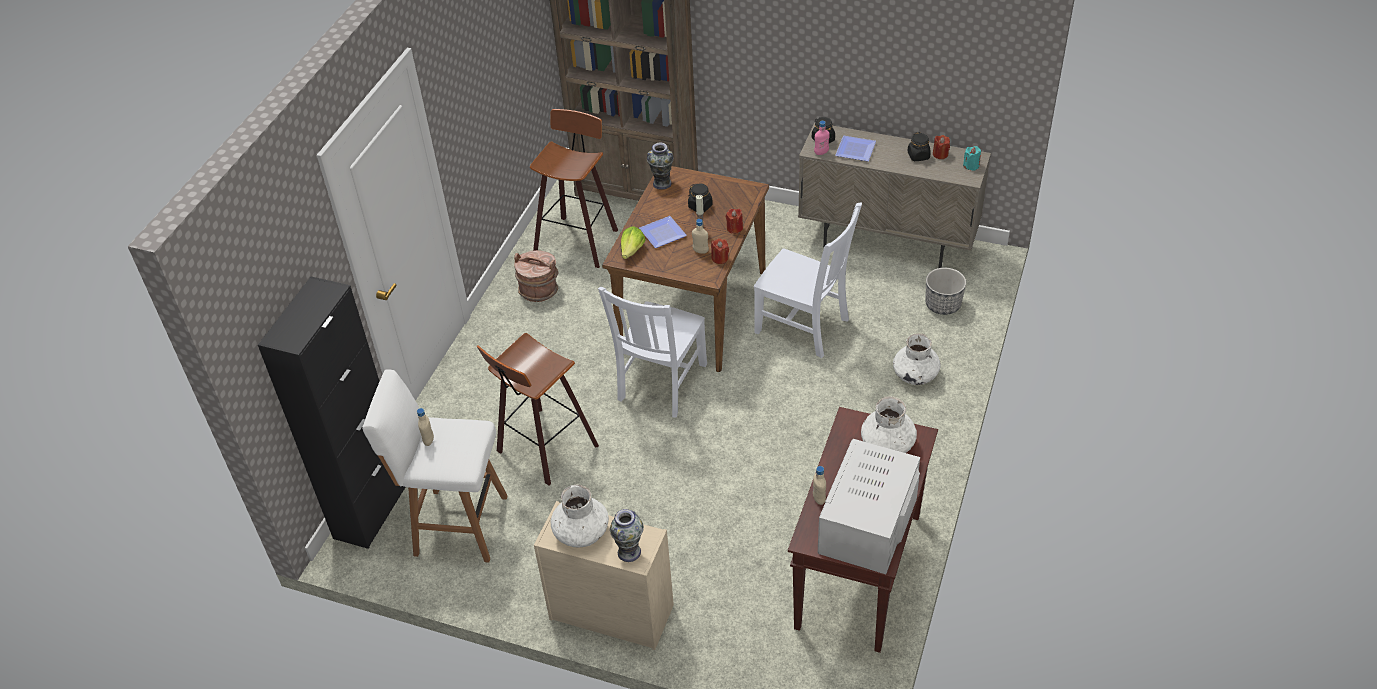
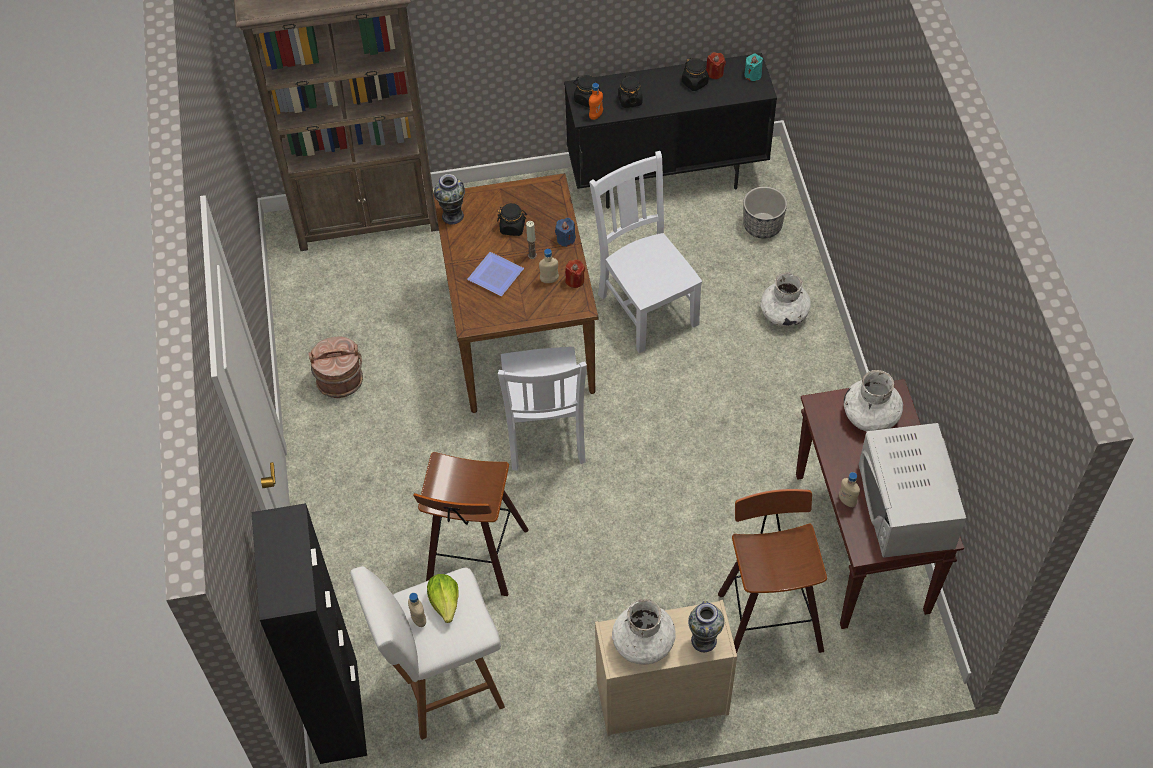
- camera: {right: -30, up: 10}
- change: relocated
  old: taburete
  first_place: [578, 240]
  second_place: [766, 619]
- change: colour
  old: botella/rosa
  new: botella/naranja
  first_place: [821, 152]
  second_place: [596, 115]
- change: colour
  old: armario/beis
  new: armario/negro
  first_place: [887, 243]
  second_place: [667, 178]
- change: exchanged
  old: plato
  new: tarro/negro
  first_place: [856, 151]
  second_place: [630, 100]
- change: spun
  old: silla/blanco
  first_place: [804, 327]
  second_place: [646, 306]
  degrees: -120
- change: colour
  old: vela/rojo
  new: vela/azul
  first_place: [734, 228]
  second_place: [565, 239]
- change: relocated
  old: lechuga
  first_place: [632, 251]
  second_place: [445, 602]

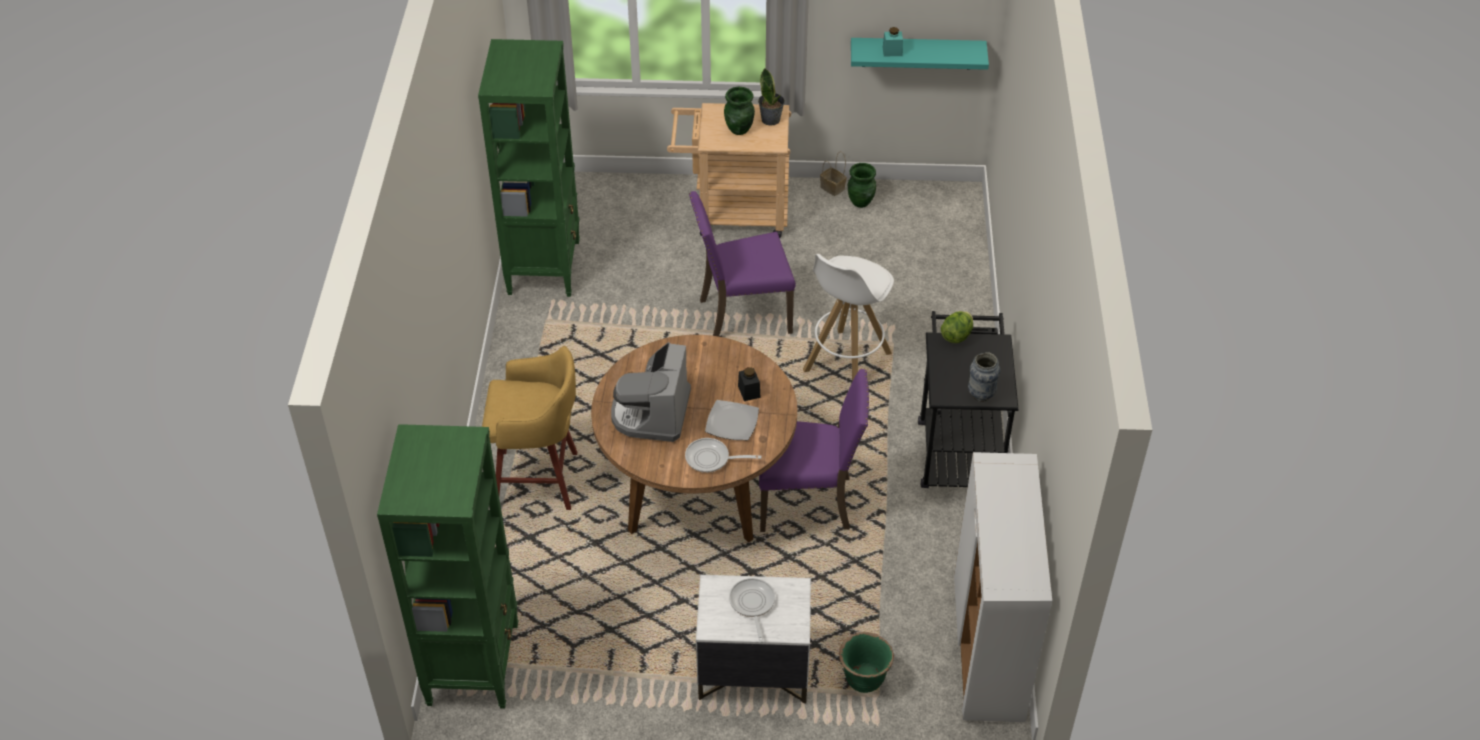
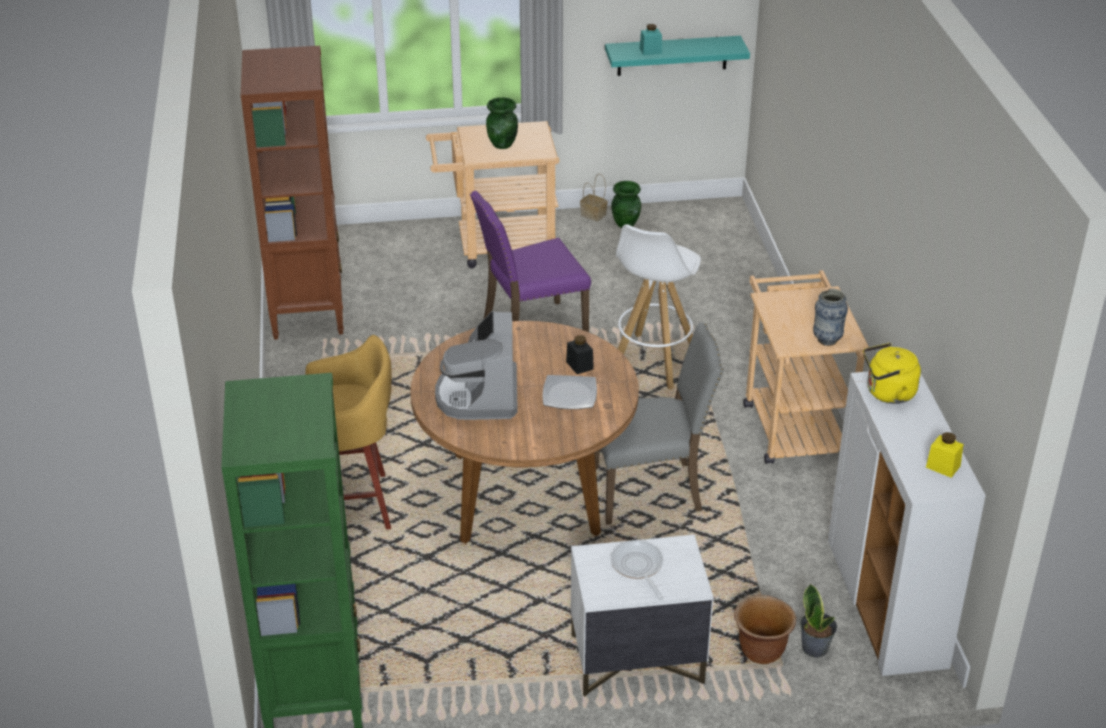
- camera: {right: -10, up: -10}
- change: colour
  old: estantería/verde
  new: estantería/marrón
  first_place: [544, 267]
  second_place: [308, 311]
- change: relocated
  old: planta en maceta
  first_place: [771, 119]
  second_place: [815, 647]
- change: colour
  old: carrito/negro
  new: carrito/beis
  first_place: [958, 447]
  second_place: [792, 423]
- change: missing
  old: lechuga
  first_place: [956, 336]
- change: colour
  old: silla/morado
  new: silla/gris
  first_place: [808, 502]
  second_place: [650, 491]
- change: missing
  old: sartén
  first_place: [711, 459]
- change: colour
  old: maceta/verde
  new: maceta/marrón
  first_place: [863, 679]
  second_place: [761, 651]
- change: appeared
  new: hervidor/amarillo
  second_place: [887, 393]
- change: appeared
  new: tarro/amarillo
  second_place: [943, 466]

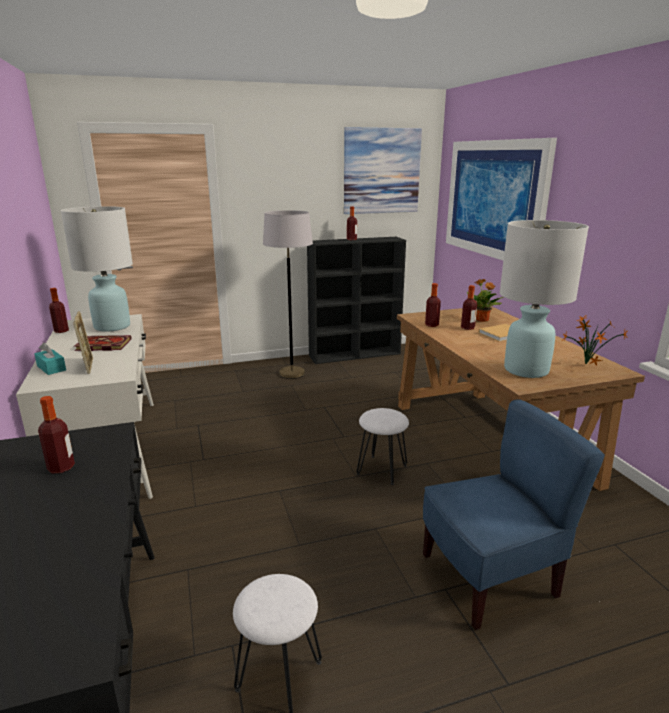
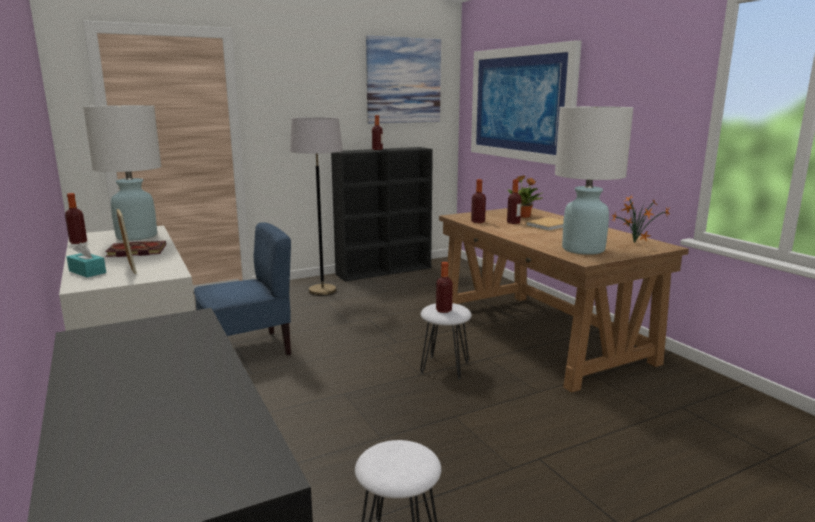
- camera: {right: -10, up: -5}
- change: relocated
  old: botella
  first_place: [61, 467]
  second_place: [443, 310]
- change: relocated
  old: silla/azul
  first_place: [490, 578]
  second_place: [247, 350]

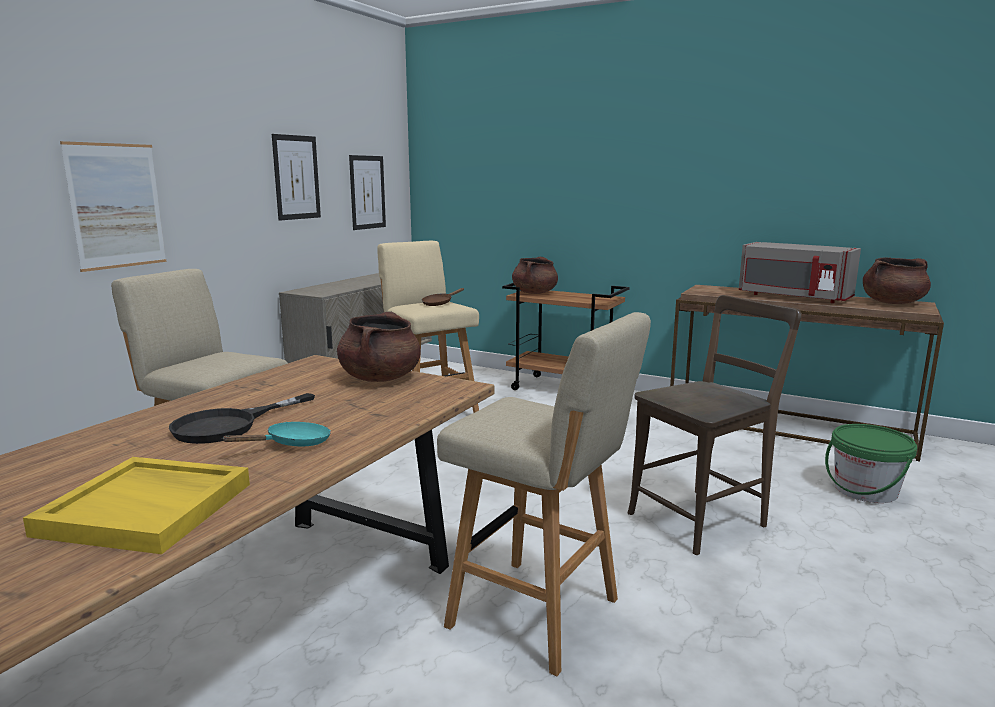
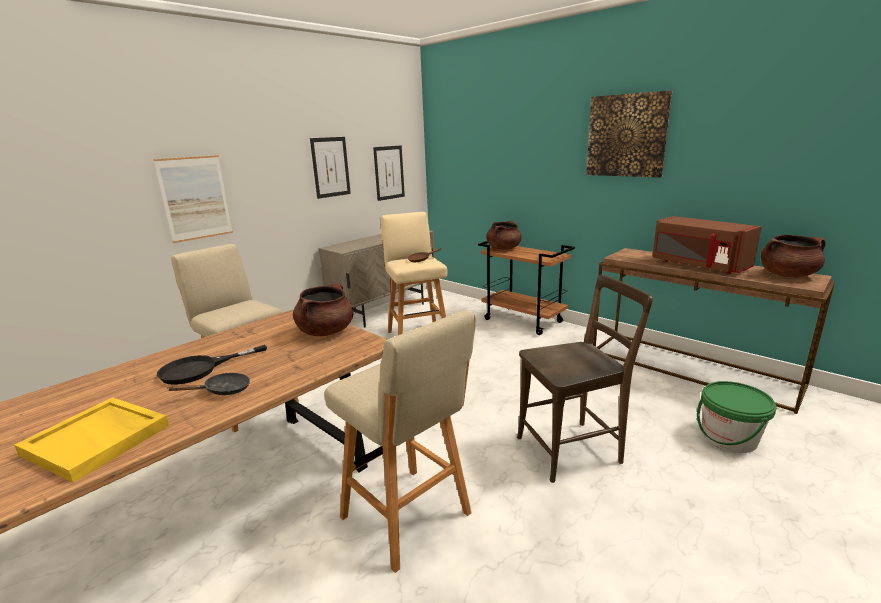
- camera: {right: 15, up: 5}
- change: colour
  old: microondas/gris
  new: microondas/marrón
  first_place: [793, 297]
  second_place: [698, 265]
- change: colour
  old: sartén/turquesa
  new: sartén/negro
  first_place: [292, 444]
  second_place: [223, 391]
- change: appeared
  new: cuadro
  second_place: [626, 135]

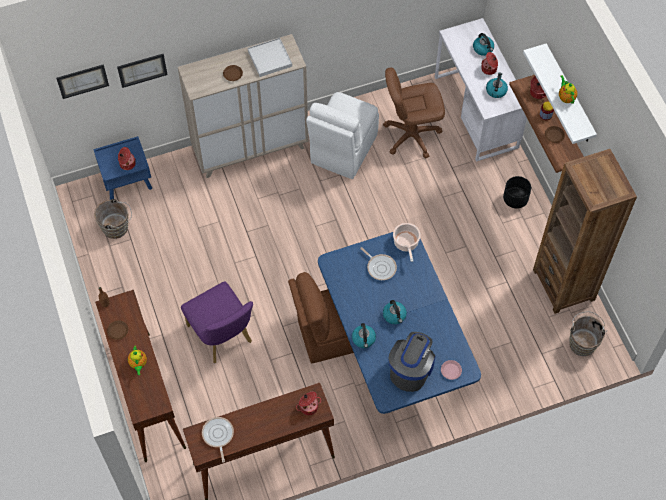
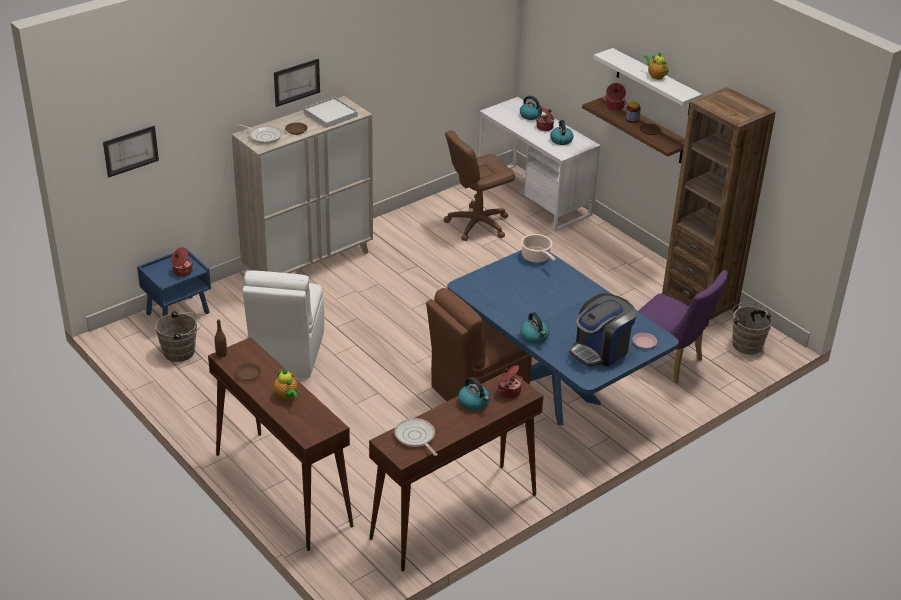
- camera: {right: -20, up: -25}
- change: relocated
  old: cuadro
  first_place: [142, 70]
  second_place: [296, 82]
- change: relocated
  old: silla/blanco
  first_place: [343, 150]
  second_place: [287, 354]
- change: missing
  old: maceta/negro
  first_place: [515, 199]
- change: relocated
  old: sartén
  first_place: [380, 267]
  second_place: [264, 136]
- change: relocated
  old: silla/morado
  first_place: [222, 337]
  second_place: [669, 362]
- change: relocated
  old: hervidor
  first_place: [394, 315]
  second_place: [474, 403]
- change: spun
  old: cafetera
  first_place: [411, 369]
  second_place: [600, 350]
  degrees: -135

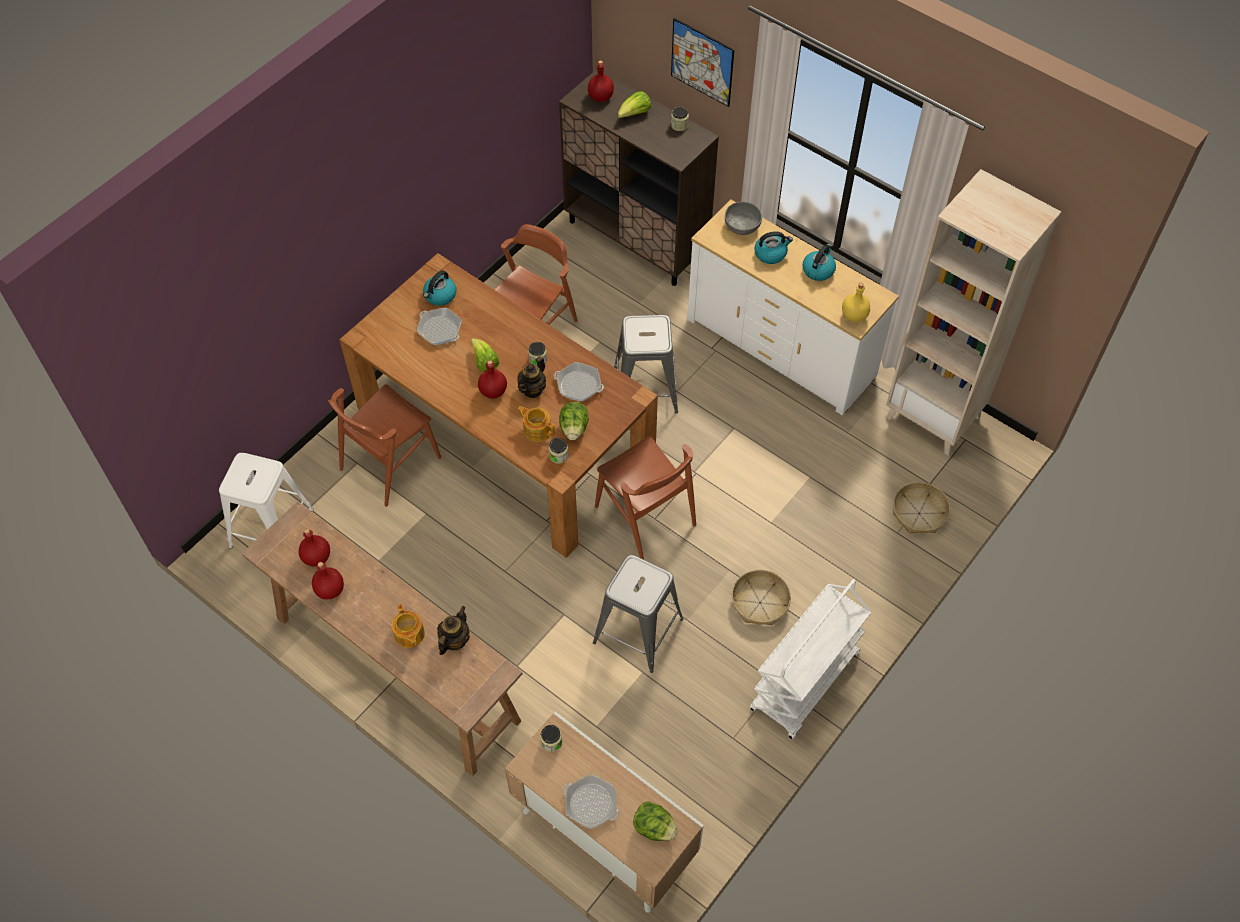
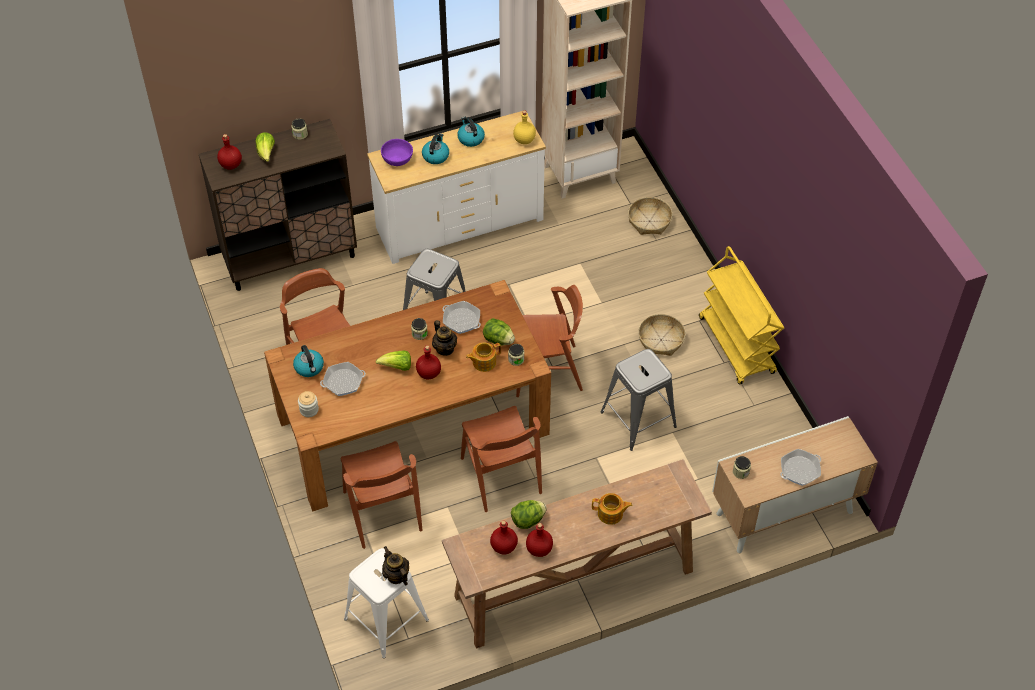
- camera: {right: -60, up: -5}
- change: missing
  old: cuadro
  first_place: [702, 62]
- change: colour
  old: cuenco/gris
  new: cuenco/morado
  first_place: [742, 226]
  second_place: [397, 158]
- change: spun
  old: sartén
  first_place: [579, 385]
  second_place: [461, 320]
  degrees: 75
- change: colour
  old: carrito/blanco
  new: carrito/amarillo
  first_place: [805, 683]
  second_place: [737, 346]
- change: relocated
  old: tetera
  first_place: [454, 640]
  second_place: [396, 576]
- change: relocated
  old: lechuga
  first_place: [654, 827]
  second_place: [528, 520]
- change: appeared
  new: tarro
  second_place: [309, 410]
- change: appeared
  new: silla/marrón
  second_place: [501, 475]

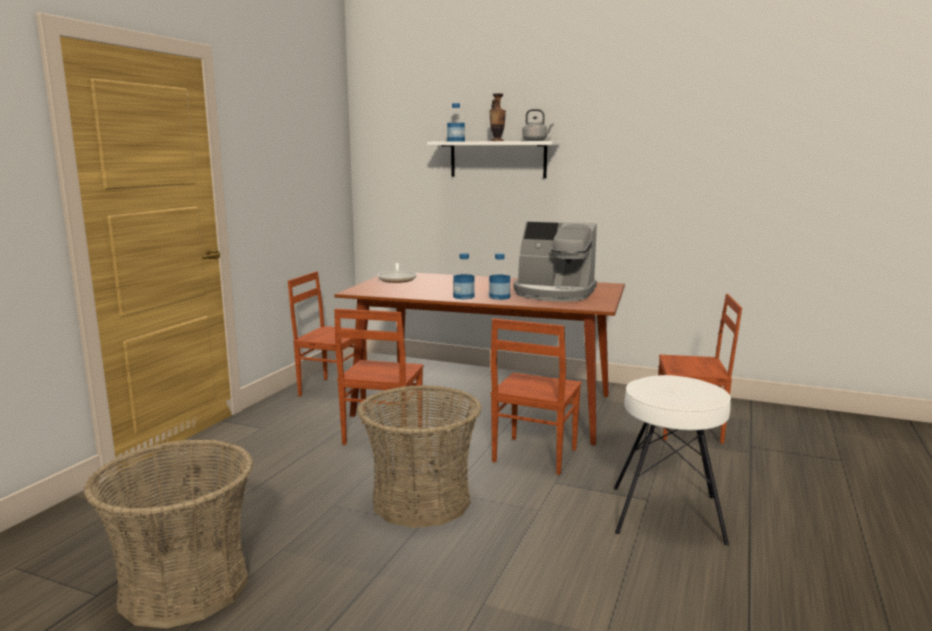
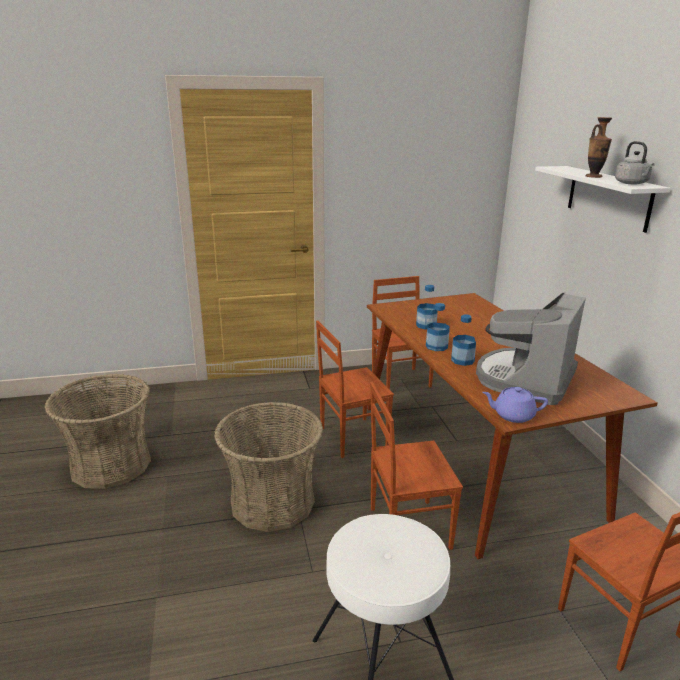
- camera: {right: 55, up: 10}
- change: relocated
  old: botella
  first_place: [456, 141]
  second_place: [426, 325]
- change: spun
  old: cafetera
  first_place: [554, 293]
  second_place: [525, 379]
  degrees: 45
- change: missing
  old: sartén
  first_place: [397, 279]
- change: appeared
  new: tetera/morado
  second_place: [512, 415]

